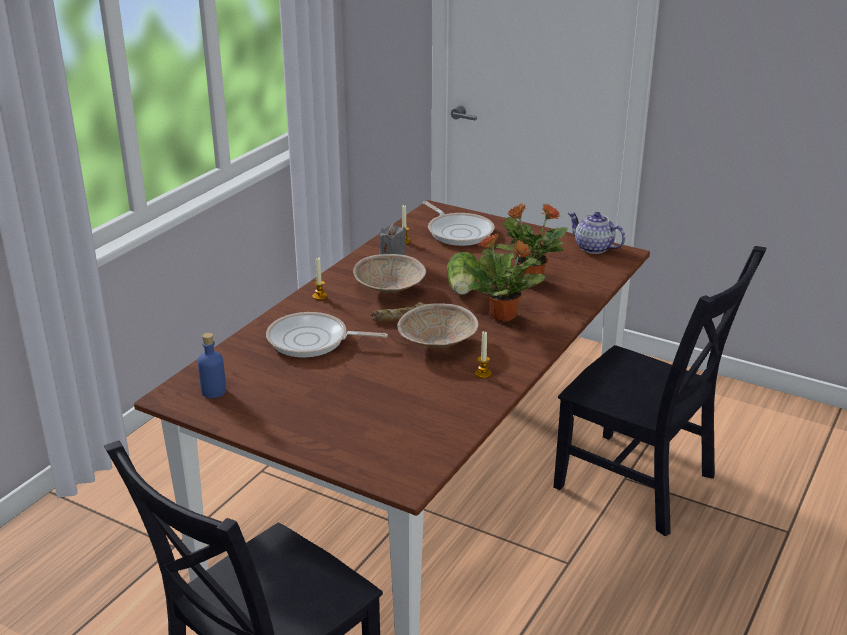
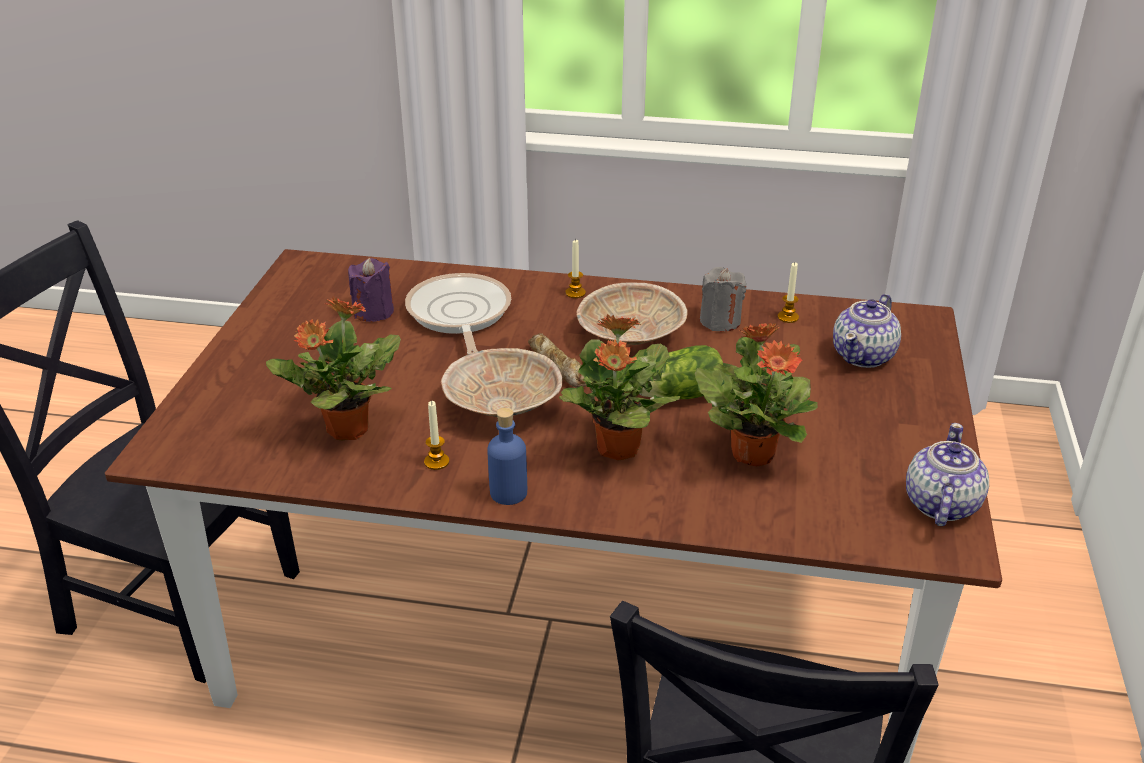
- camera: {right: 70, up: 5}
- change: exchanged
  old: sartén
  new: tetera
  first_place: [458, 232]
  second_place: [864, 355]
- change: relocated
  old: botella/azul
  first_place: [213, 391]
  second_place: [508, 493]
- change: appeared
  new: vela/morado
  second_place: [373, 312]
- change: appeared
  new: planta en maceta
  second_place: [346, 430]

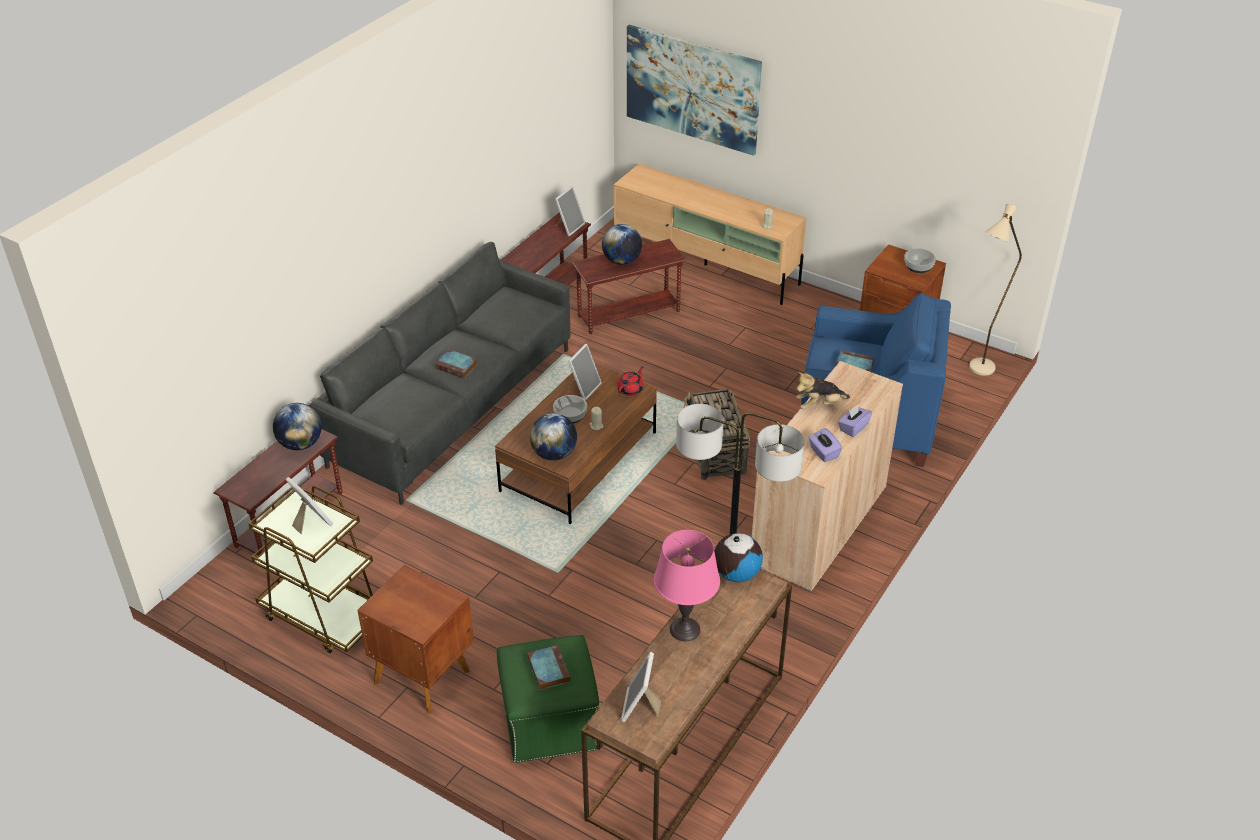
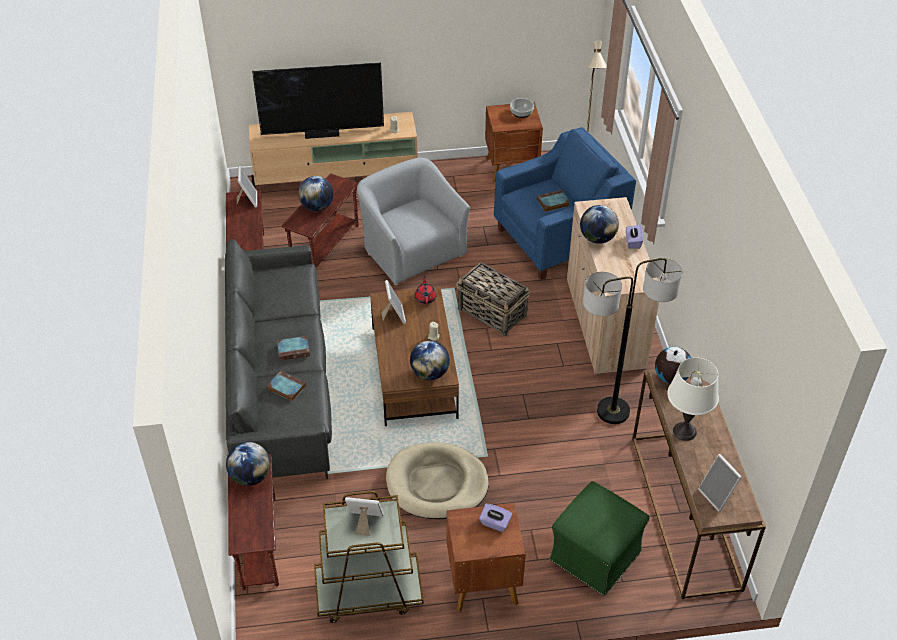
- camera: {right: -40, up: 5}
- change: missing
  old: cuadro
  first_place: [692, 89]
- change: exchanged
  old: peluche
  new: globo terráqueo
  first_place: [819, 405]
  second_place: [597, 238]
- change: missing
  old: cuenco
  first_place: [570, 415]
- change: relocated
  old: caja de pañuelos/morado
  first_place: [823, 453]
  second_place: [495, 523]
- change: colour
  old: lámpara de mesa/rosa
  new: lámpara de mesa/blanco
  first_place: [684, 629]
  second_place: [684, 431]
- change: relocated
  old: libro
  first_place: [548, 669]
  second_place: [286, 388]
- change: appeared
  new: televisor
  second_place: [322, 131]
- change: appeared
  new: sillón/gris
  second_place: [412, 250]
- change: appeared
  new: cama para perro/beis
  second_place: [437, 484]

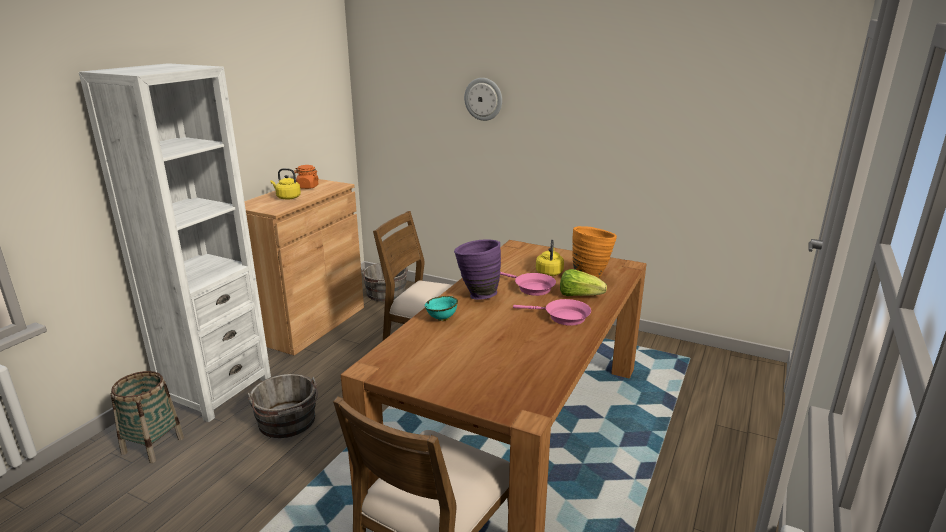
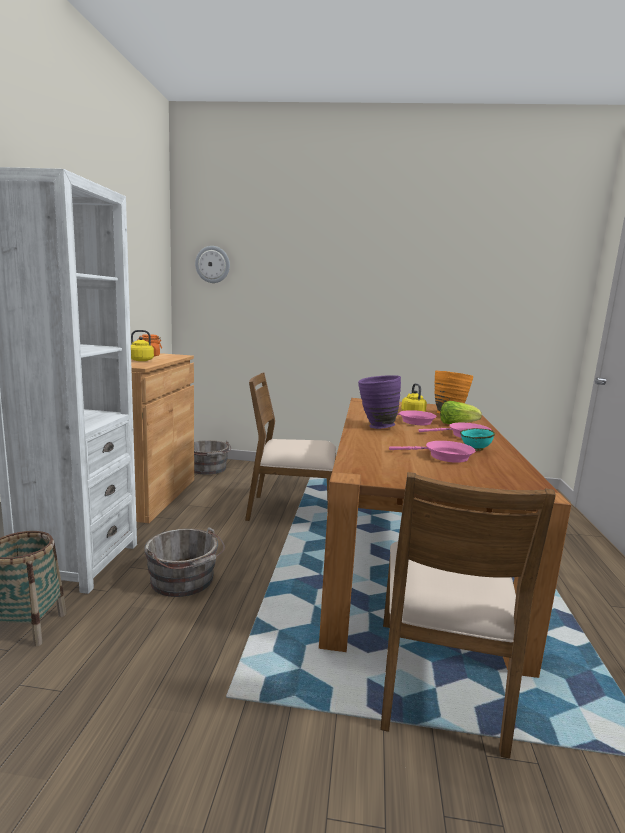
- camera: {right: -20, up: -10}
- change: relocated
  old: reloj de pared
  first_place: [483, 99]
  second_place: [212, 264]
- change: relocated
  old: cuenco/turquesa
  first_place: [442, 319]
  second_place: [476, 450]
- change: appeared
  new: sartén/rosa
  second_place: [444, 456]

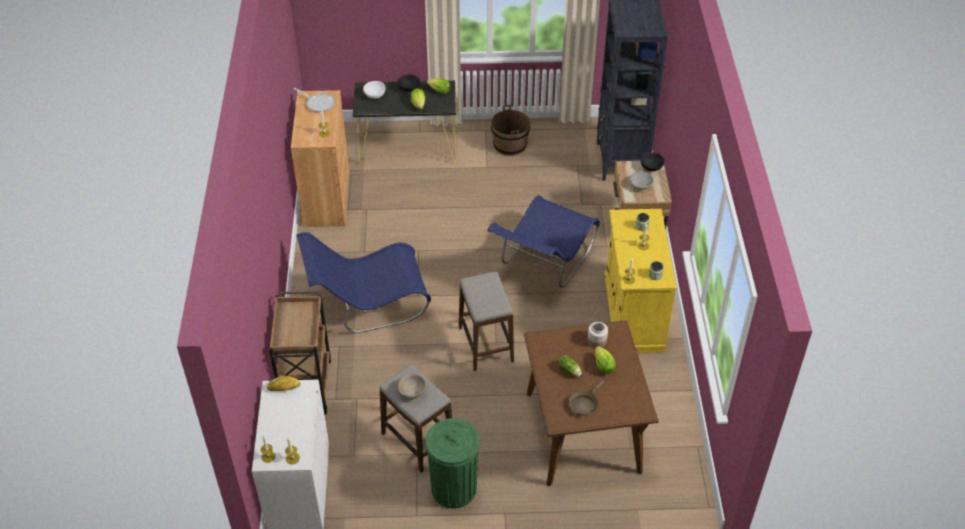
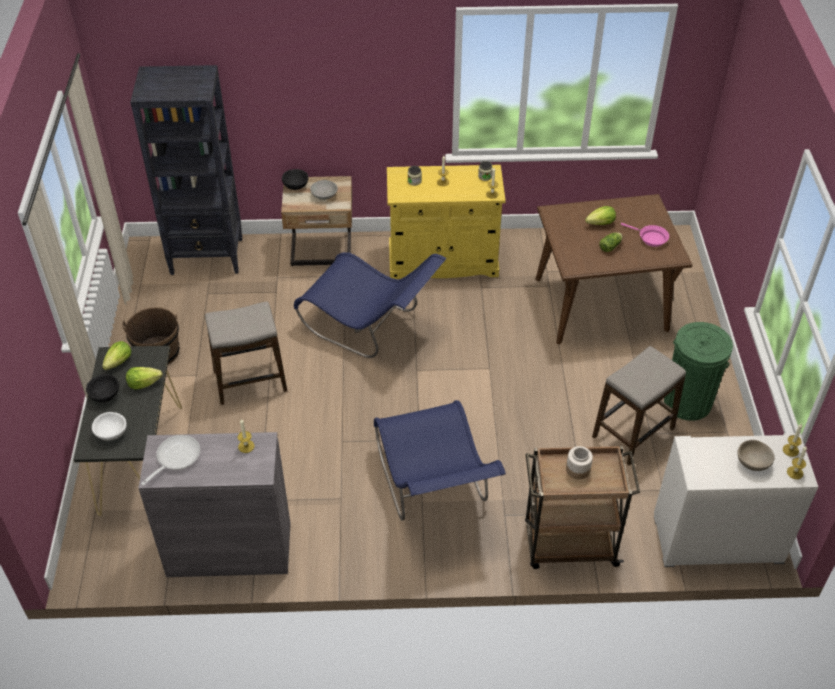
- camera: {right: -90, up: 0}
- change: colour
  old: armario/marrón
  new: armario/gris
  first_place: [326, 197]
  second_place: [229, 549]
- change: relocated
  old: taburete
  first_place: [486, 344]
  second_place: [250, 381]
- change: relocated
  old: tarro
  first_place: [597, 341]
  second_place: [578, 469]
- change: relocated
  old: cuenco/beis
  first_place: [412, 392]
  second_place: [752, 463]
- change: missing
  old: pan
  first_place: [284, 387]
- change: colour
  old: sartén/marrón
  new: sartén/rosa
  first_place: [584, 404]
  second_place: [650, 238]

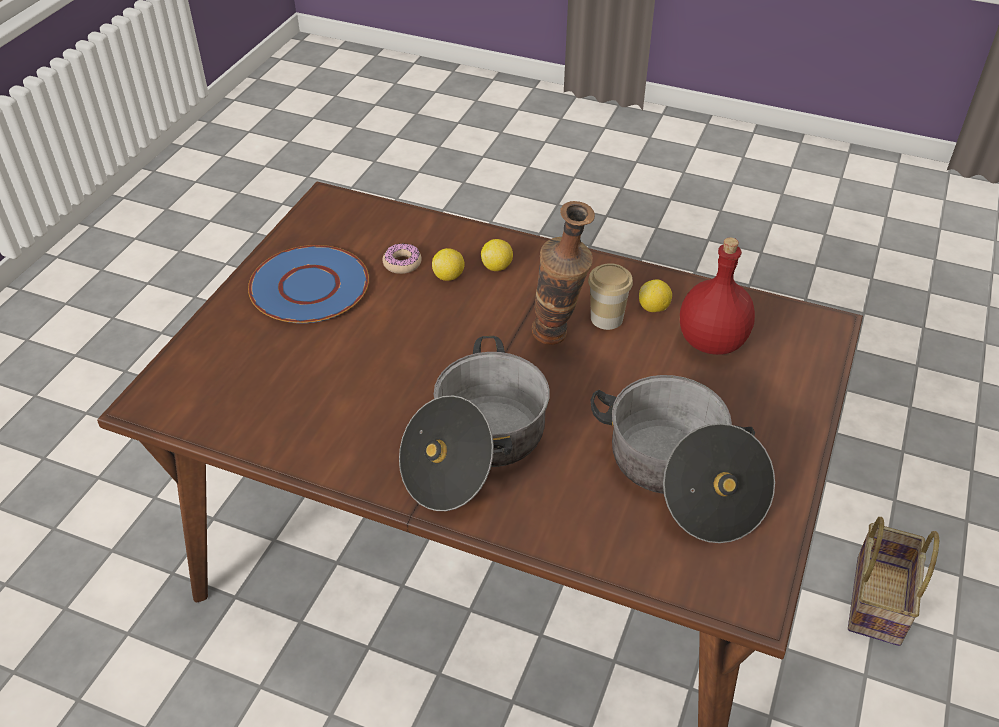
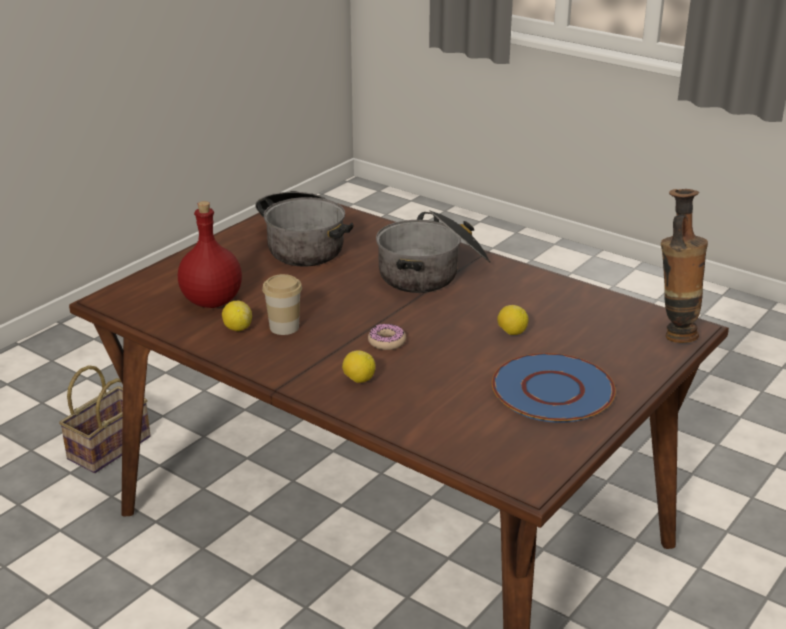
- camera: {right: -165, up: -15}
- change: relocated
  old: florero
  first_place: [557, 340]
  second_place: [674, 333]
- change: relocated
  old: rosquilla
  first_place: [402, 263]
  second_place: [387, 342]
- change: relocated
  old: limón
  first_place: [449, 276]
  second_place: [511, 333]

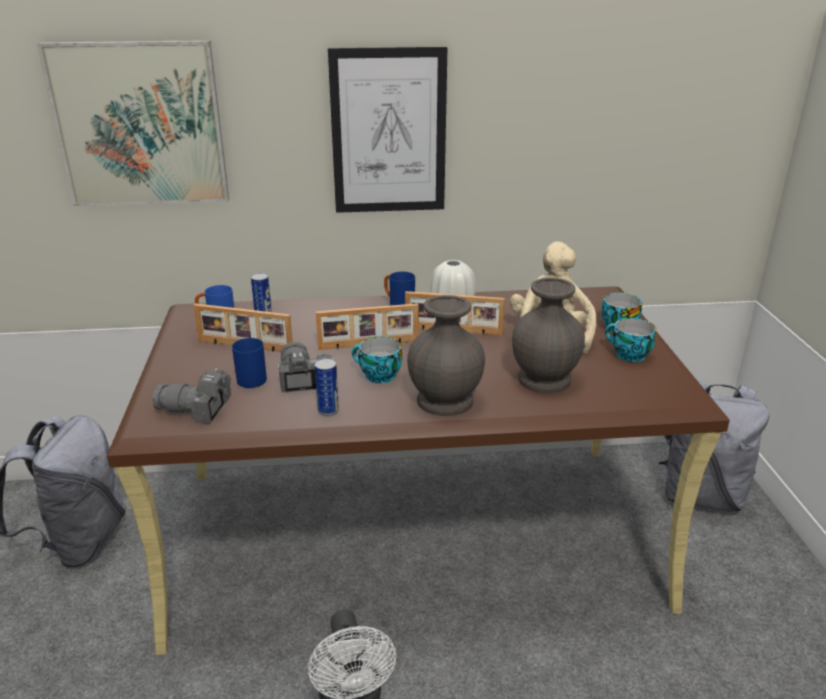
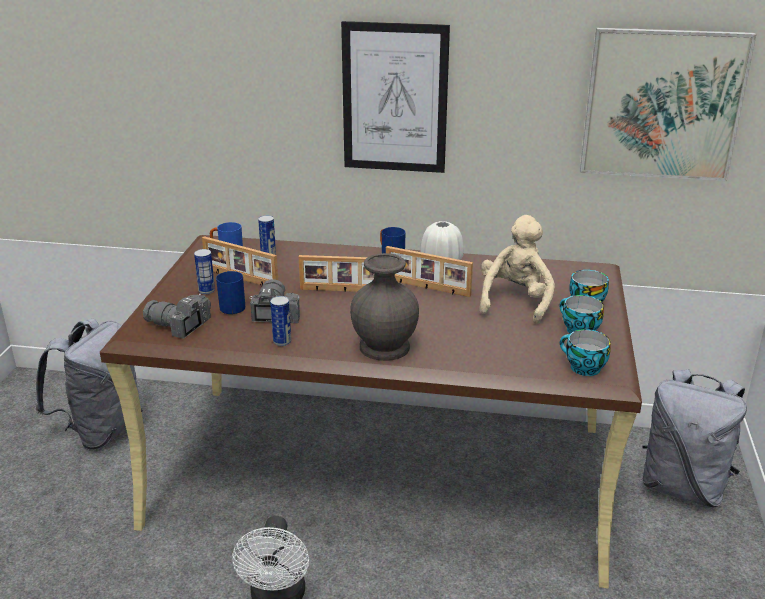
- camera: {right: 15, up: 0}
- change: relocated
  old: cuadro
  first_place: [140, 125]
  second_place: [662, 105]
- change: missing
  old: florero/gris
  first_place: [544, 378]
- change: relocated
  old: taza
  first_place: [377, 376]
  second_place: [582, 368]
- change: appeared
  new: lata
  second_place: [206, 291]

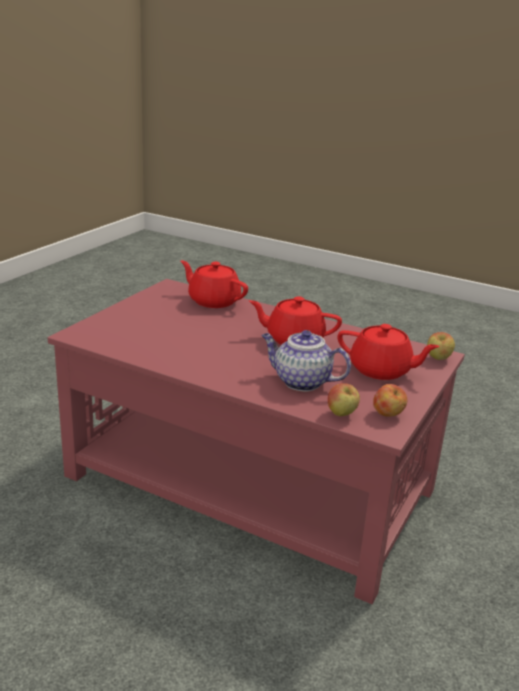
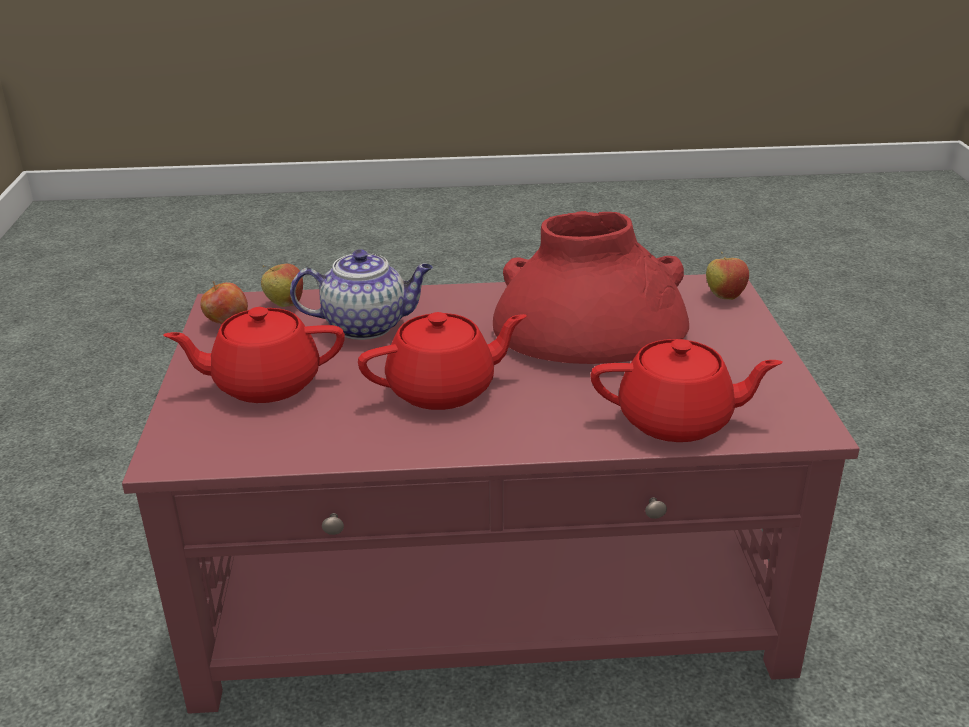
- camera: {right: 150, up: 5}
- change: relocated
  old: manzana
  first_place: [438, 359]
  second_place: [724, 296]
- change: appeared
  new: florero/rojo
  second_place: [588, 325]

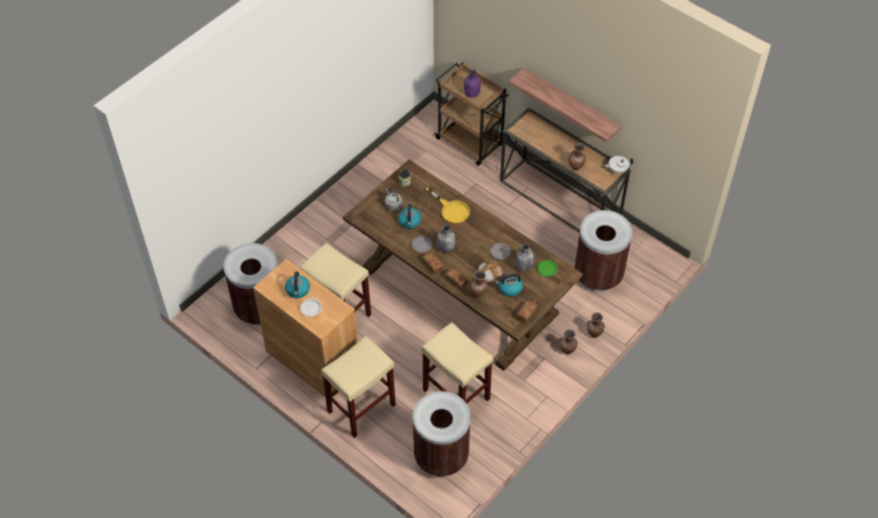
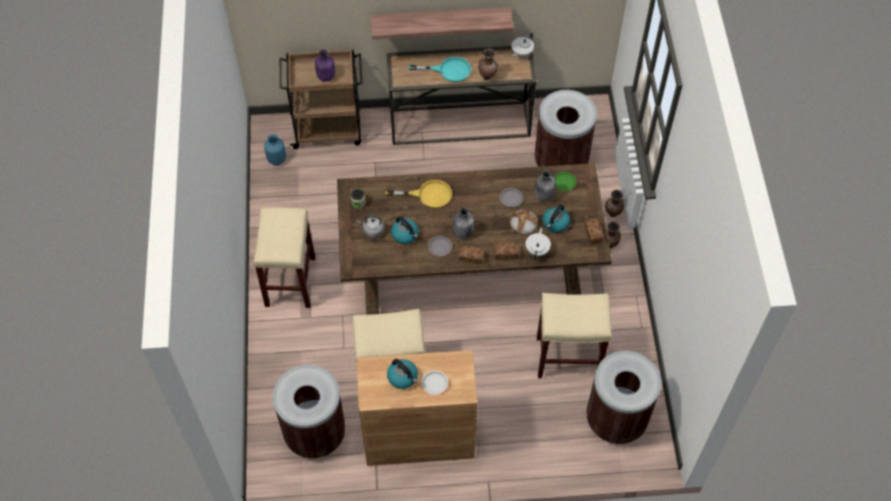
- camera: {right: -45, up: 5}
- change: exchanged
  old: florero/marrón
  new: tetera/blanco
  first_place: [478, 295]
  second_place: [537, 250]
- change: relocated
  old: taburete/beis
  first_place: [361, 407]
  second_place: [290, 281]
- change: appeared
  new: sartén/turquesa
  second_place: [448, 70]
- change: appeared
  new: florero/azul
  second_place: [276, 159]

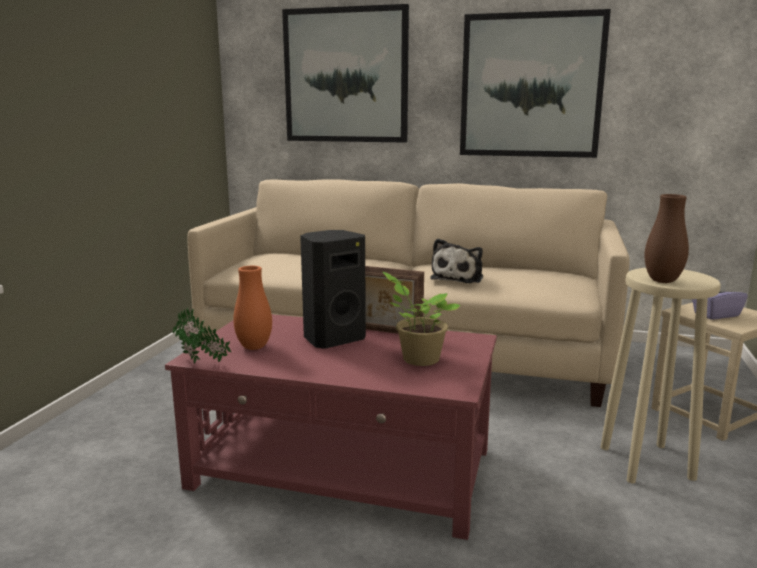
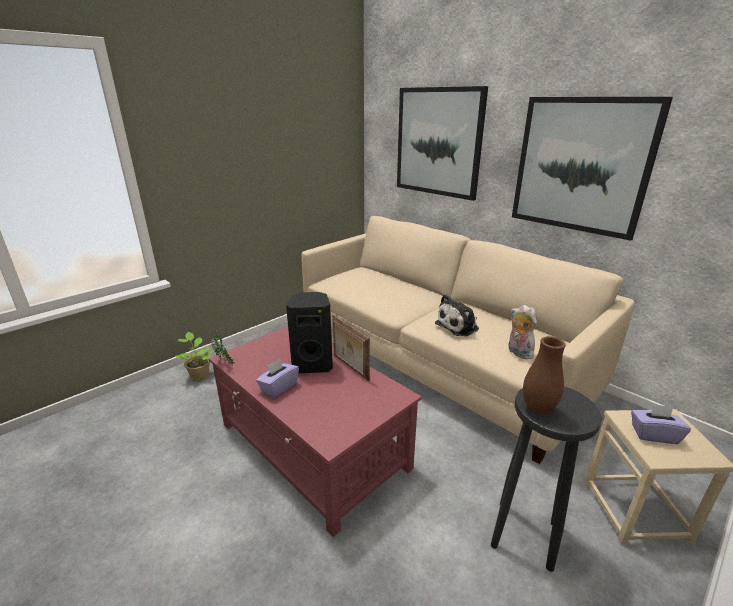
- camera: {right: 30, up: 10}
- change: missing
  old: florero/naranja
  first_place: [254, 347]
- change: colour
  old: taburete/beis
  new: taburete/negro
  first_place: [647, 462]
  second_place: [526, 535]
- change: relocated
  old: planta en maceta
  first_place: [418, 359]
  second_place: [199, 375]
- change: appeared
  new: peluche
  second_place: [517, 353]
- change: appeared
  new: caja de pañuelos/morado
  second_place: [278, 387]

